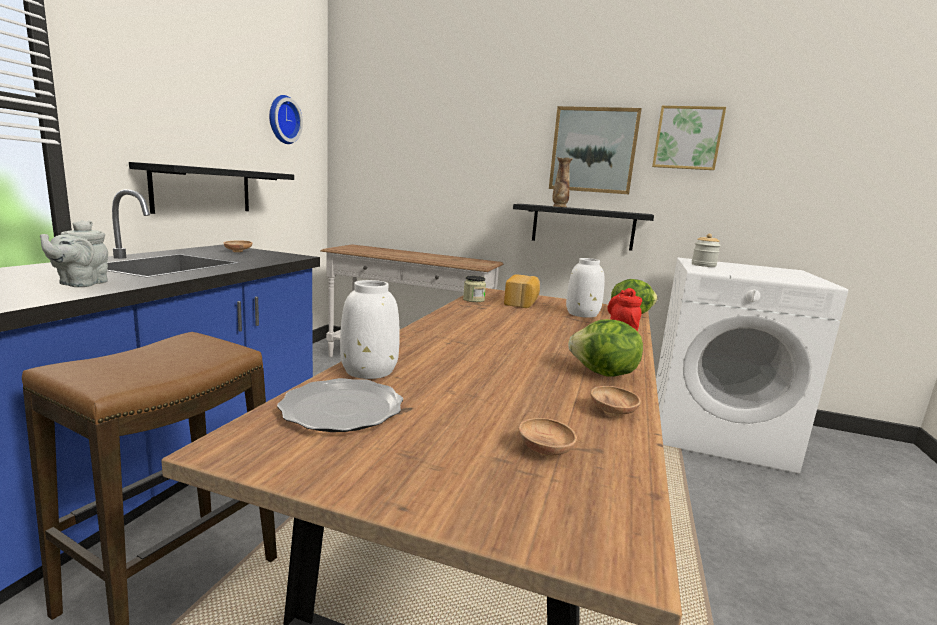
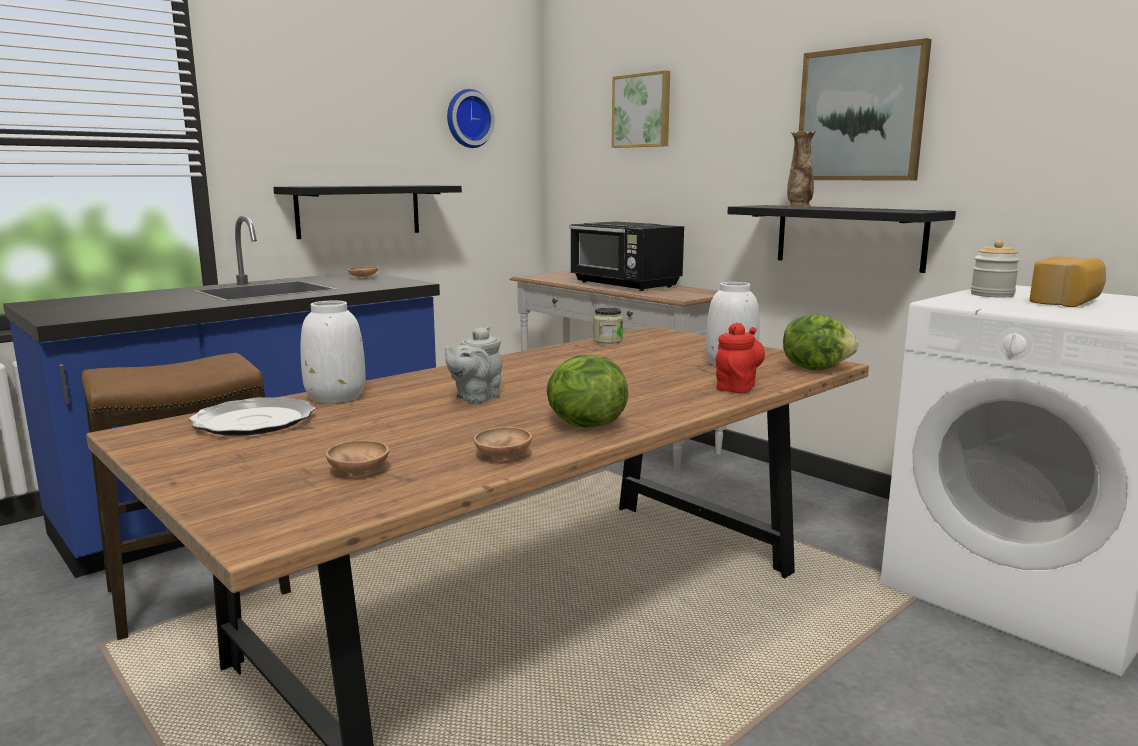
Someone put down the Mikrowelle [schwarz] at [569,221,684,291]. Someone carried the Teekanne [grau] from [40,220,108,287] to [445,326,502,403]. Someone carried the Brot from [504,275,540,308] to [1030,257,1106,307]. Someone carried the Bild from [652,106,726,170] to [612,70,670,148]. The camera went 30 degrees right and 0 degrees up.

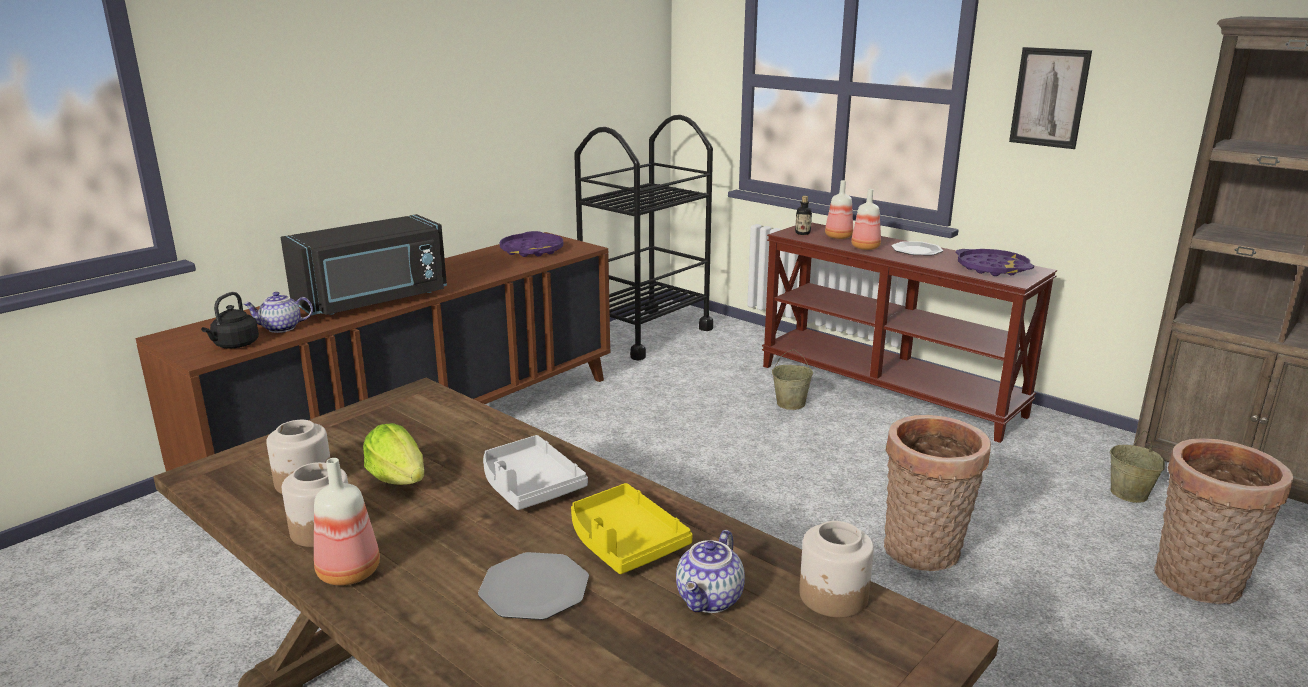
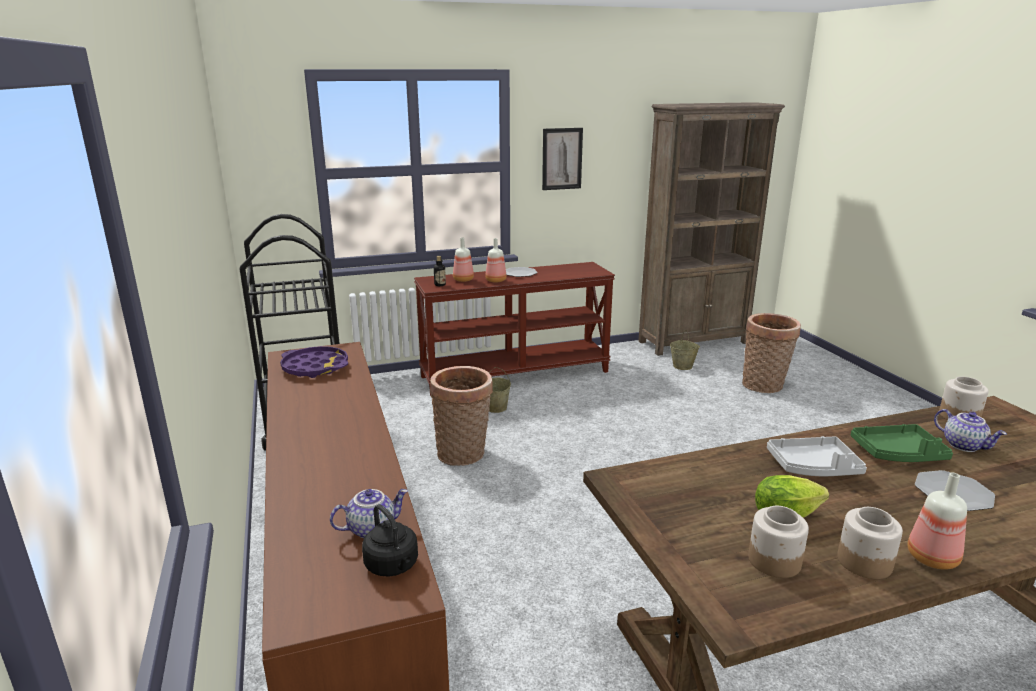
Someone took away the Mikrowelle [schwarz] at [281,214,447,315]. Someone took away the Tablett [lila] at [956,249,1034,276]. Someone carried the Korb from [884,415,991,571] to [430,366,493,466]. Someone repainted the Tablett [gelb] at [571,483,693,574], which became the Tablett [grün] at [851,424,953,462]. Someone rotated the Teekanne at [243,292,313,333] by 135 degrees counterclockwise. The camera went 60 degrees left and 0 degrees up.

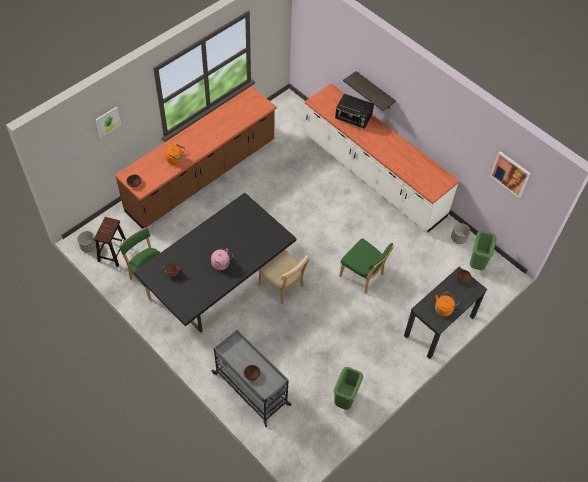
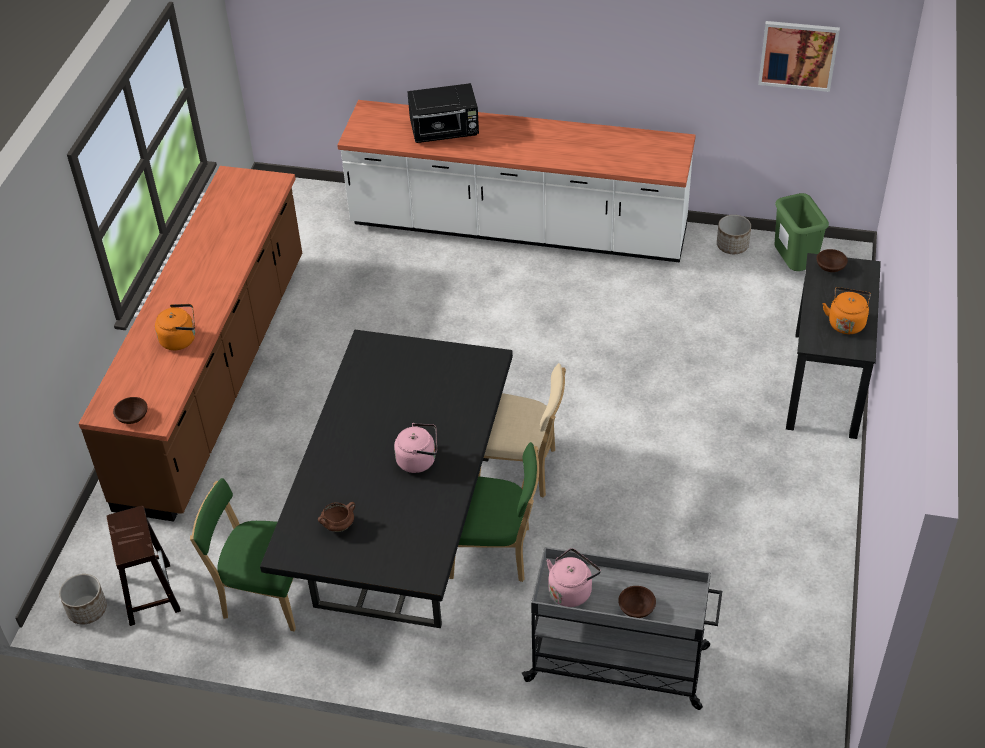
Someone took away the Bild at [96,107,121,137]. Someone took away the Mülleimer [grün] at [334,367,363,410]. Someone took away the Wandregal at [343,71,396,111]. Someone put down the Wasserkessel [rosa] at [546,548,601,607]. Someone carried the Stuhl [grün] from [339,238,394,294] to [449,442,539,582]. The camera went 30 degrees left and 10 degrees down.

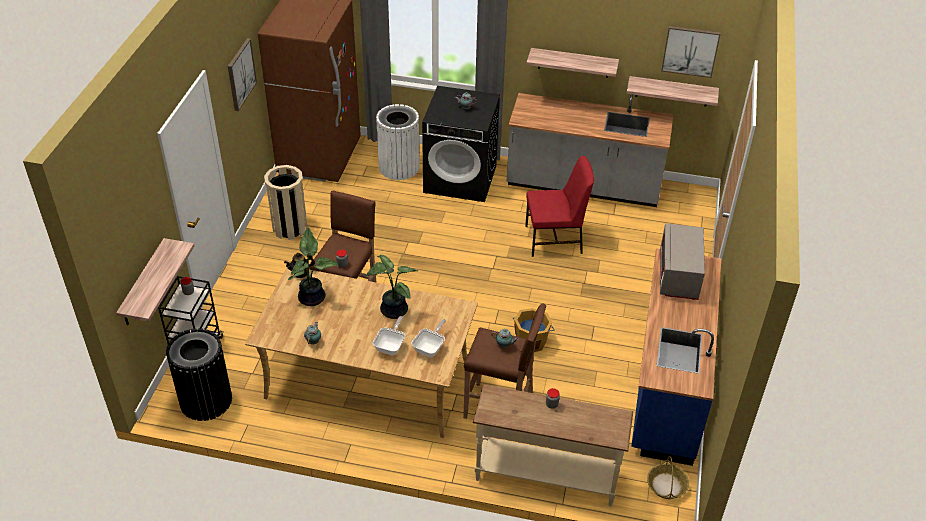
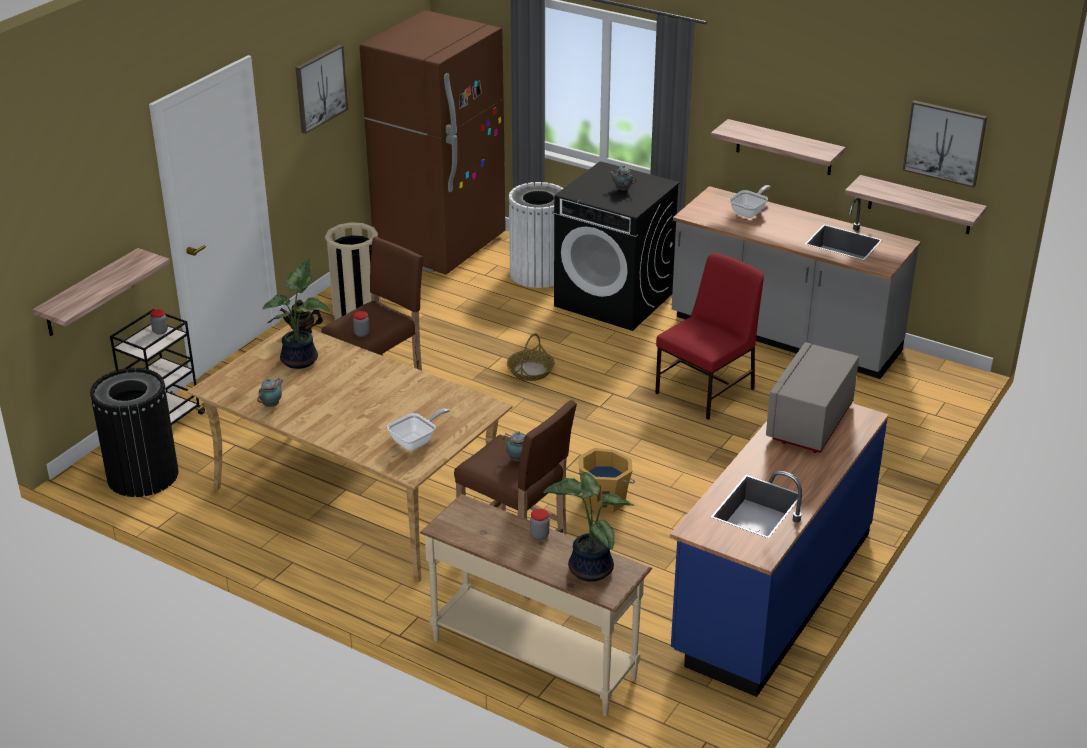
Someone carried the Topfpflanze from [366,255,419,319] to [543,472,635,582]. Someone carried the Pfanne from [373,316,405,355] to [729,185,771,218]. Someone carried the Korb from [647,456,689,499] to [507,333,555,381]. Someone rotated the Stuhl [rot] at [525,156,594,257] by 60 degrees counterclockwise. The camera went 20 degrees right and 10 degrees down.

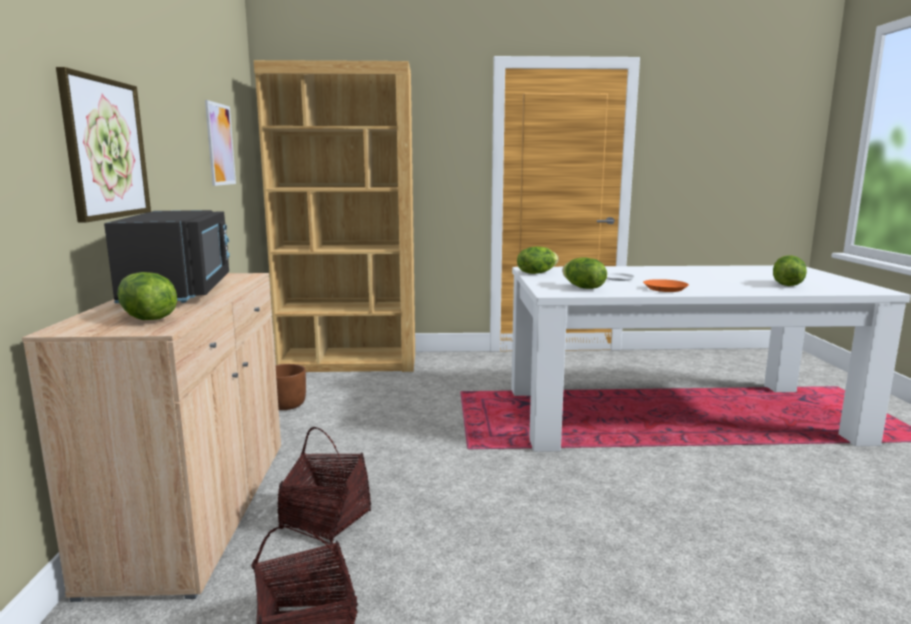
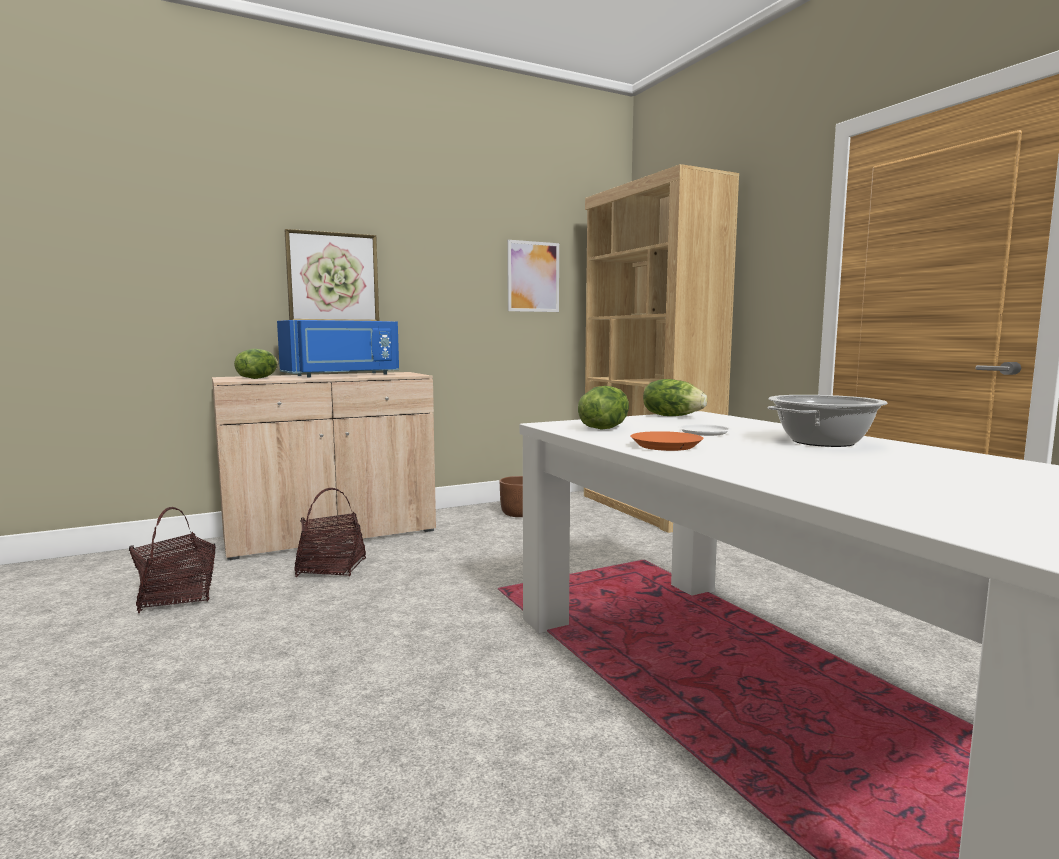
Someone took away the Salatkopf at [773,255,807,286]. Someone put down the Kochtopf at [768,395,888,447]. Someone repainted the Mikrowelle [schwarz] at [104,210,230,303], which became the Mikrowelle [blau] at [277,320,399,378]. The camera went 65 degrees right and 5 degrees down.

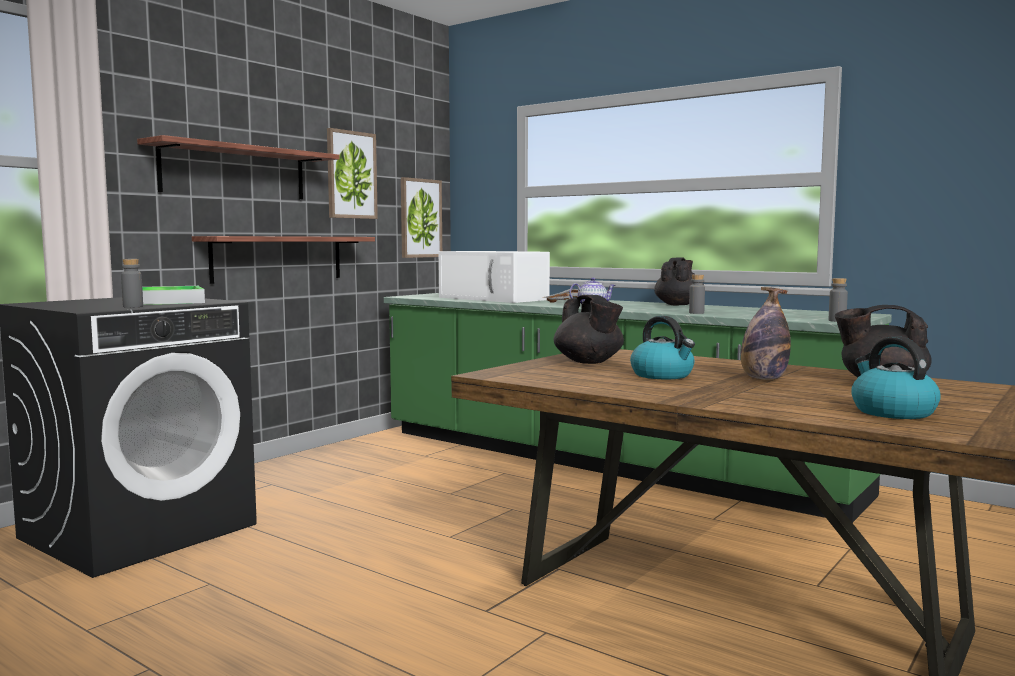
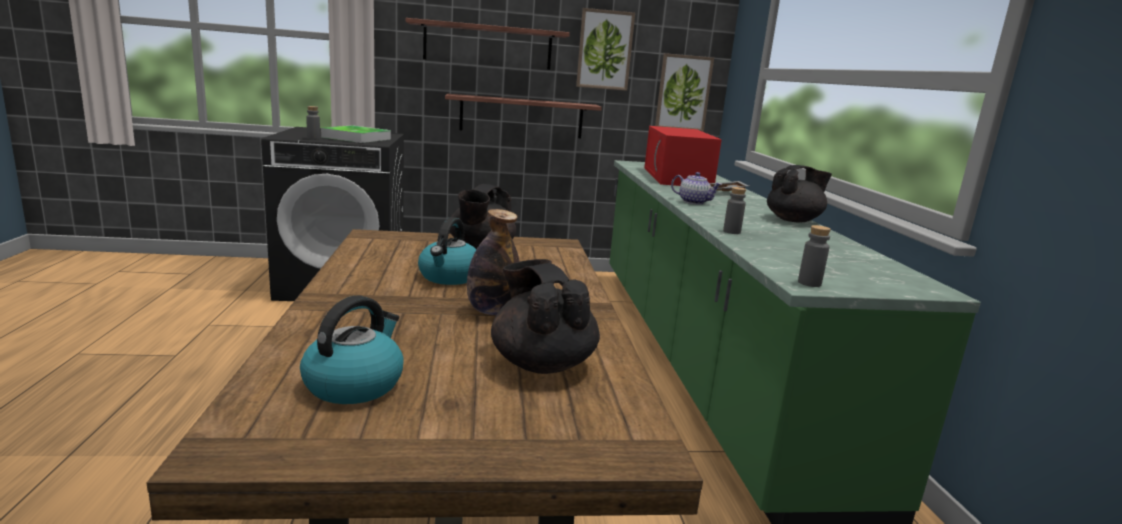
Someone repainted the Mikrowelle [weiß] at [438,251,550,303], which became the Mikrowelle [rot] at [644,126,722,186]. The camera went 45 degrees right and 10 degrees up.

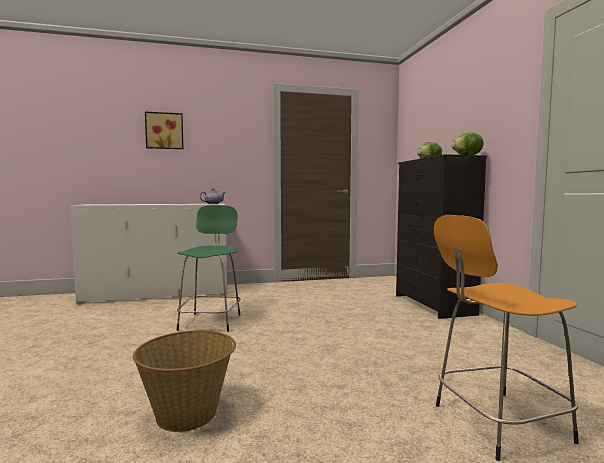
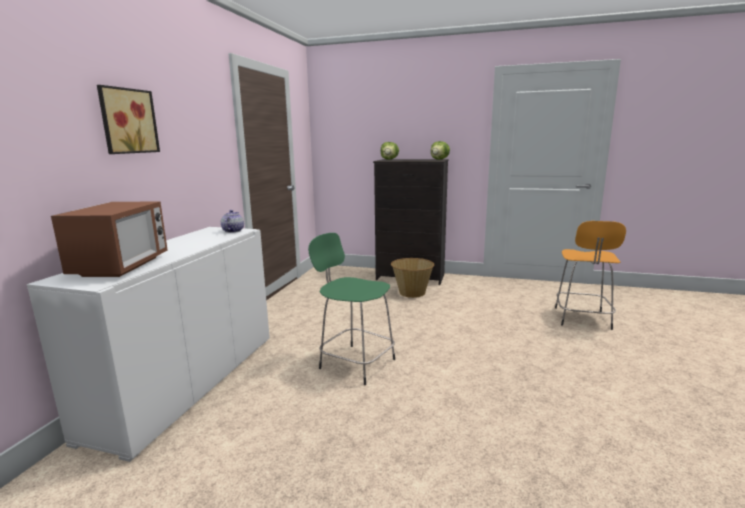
Someone put down the Mikrowelle at [51,201,168,277]. Someone carried the Korb from [133,330,236,432] to [391,258,434,298]. The camera went 60 degrees left and 10 degrees up.

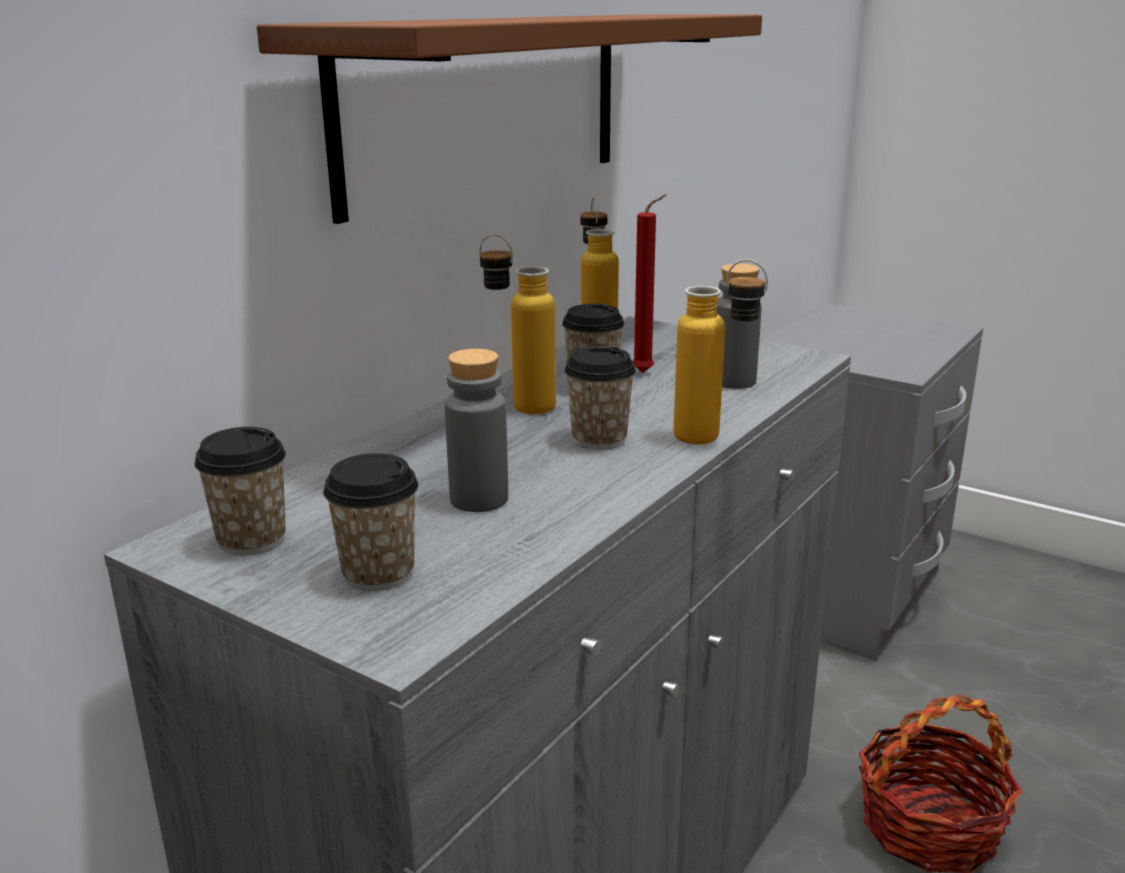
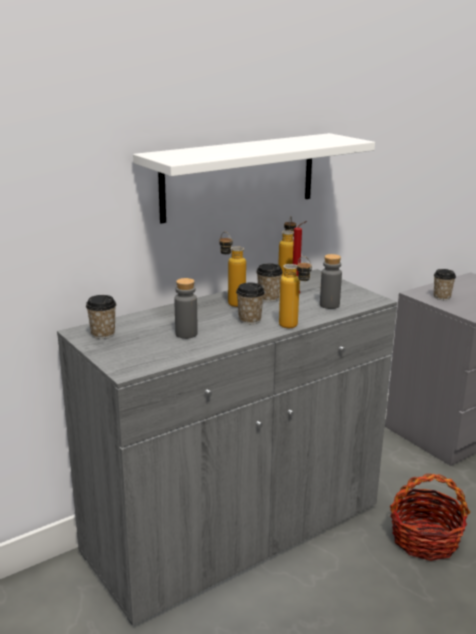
Someone carried the Tasse from [323,453,418,591] to [434,269,456,300]. Someone repainted the Wandregal [braun] at [257,15,762,224], which became the Wandregal [weiß] at [133,133,375,224]. The camera went 20 degrees right and 0 degrees up.

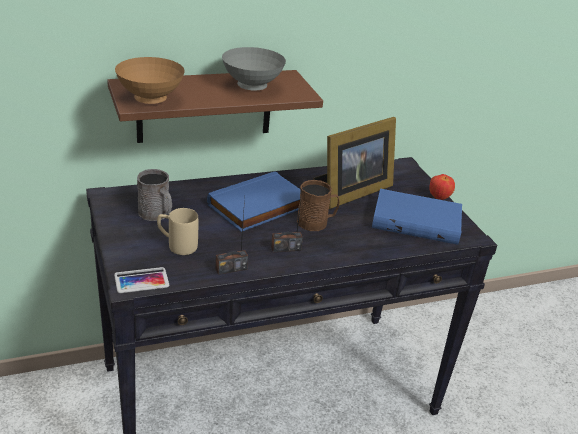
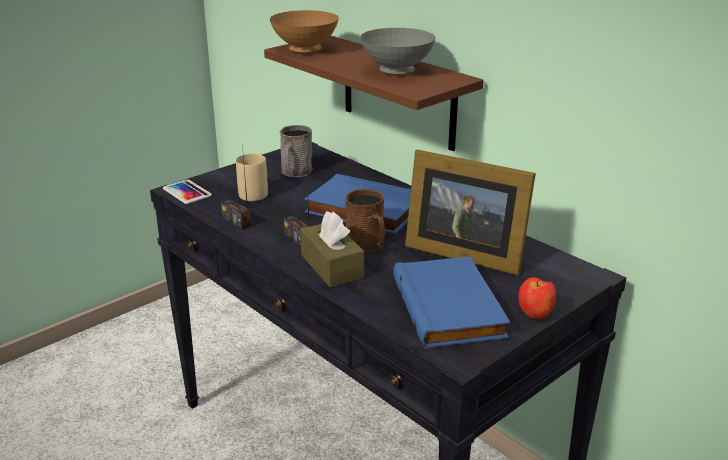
Someone put down the Taschentuchbox [braun] at [300,211,364,287]. The camera went 70 degrees right and 5 degrees down.

